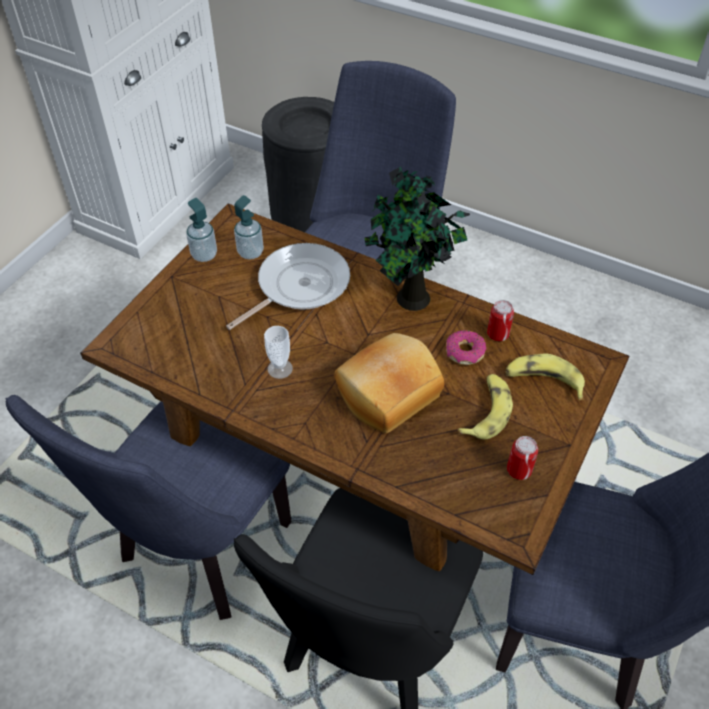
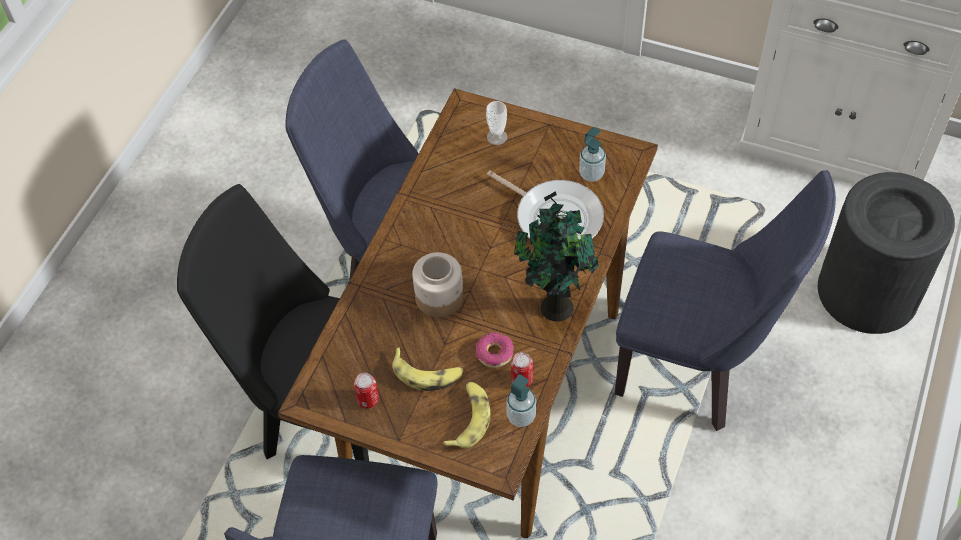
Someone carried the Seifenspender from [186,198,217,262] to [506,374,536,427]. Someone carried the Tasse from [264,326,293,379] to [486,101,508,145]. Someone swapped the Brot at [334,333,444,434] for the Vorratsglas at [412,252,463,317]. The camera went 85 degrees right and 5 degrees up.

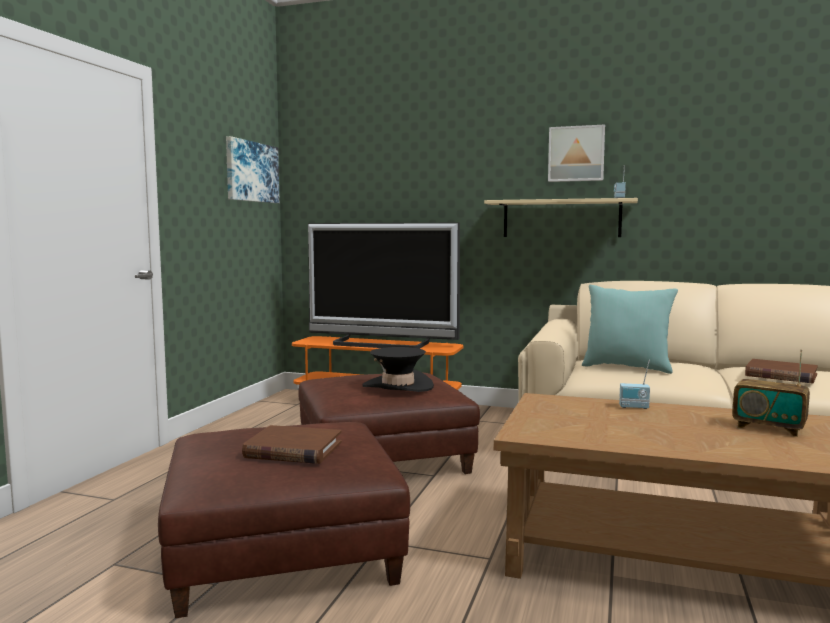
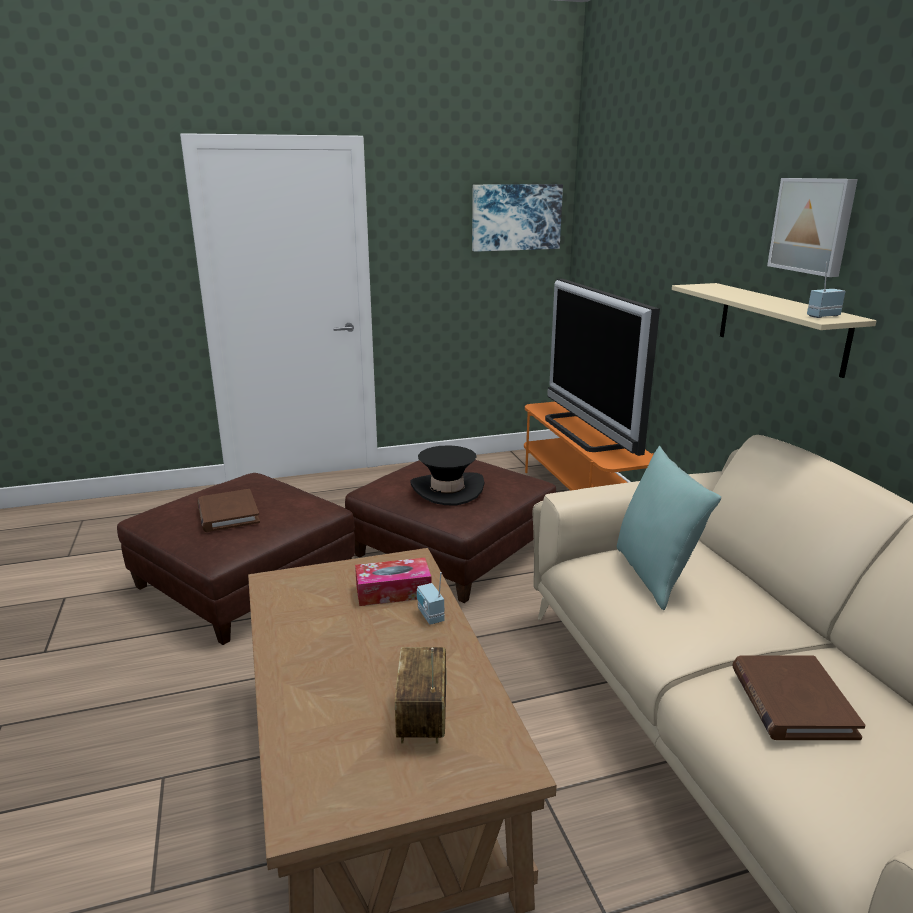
Someone put down the Taschentuchbox at [355,557,432,606]. The camera went 55 degrees right and 15 degrees up.

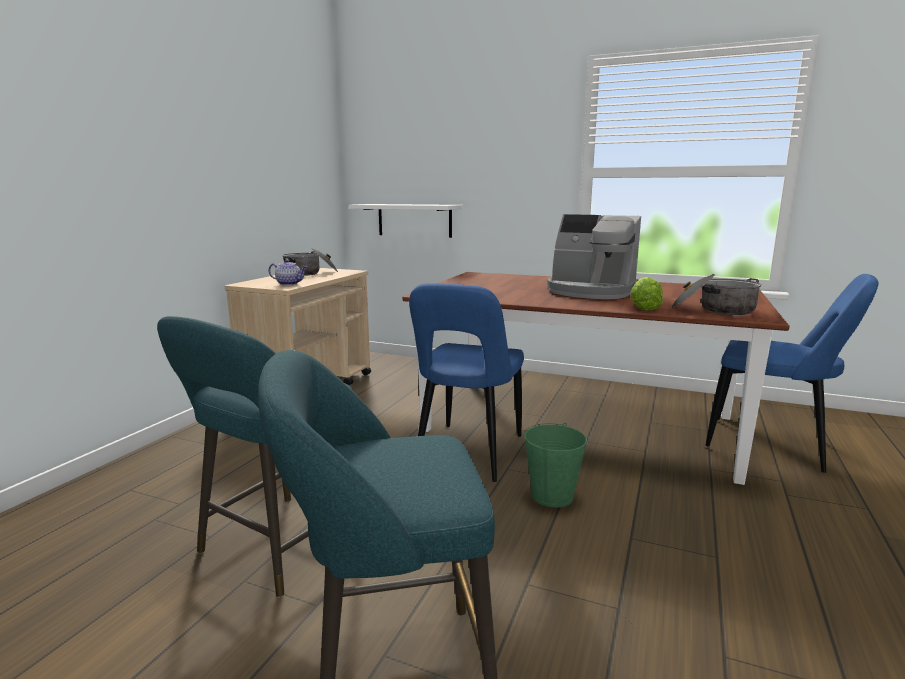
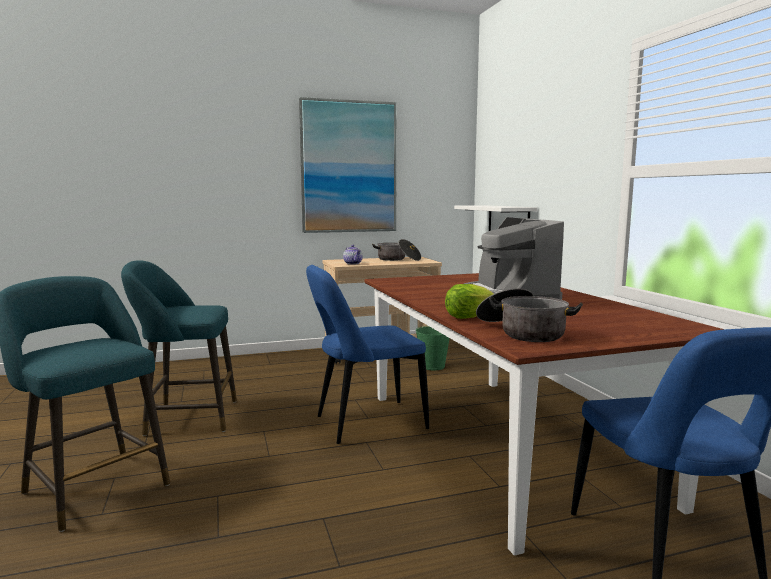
Someone put up the Bild at [299,97,397,233]. Someone carried the Eimer [grün] from [524,423,587,508] to [416,326,450,370]. The camera went 50 degrees right and 5 degrees down.

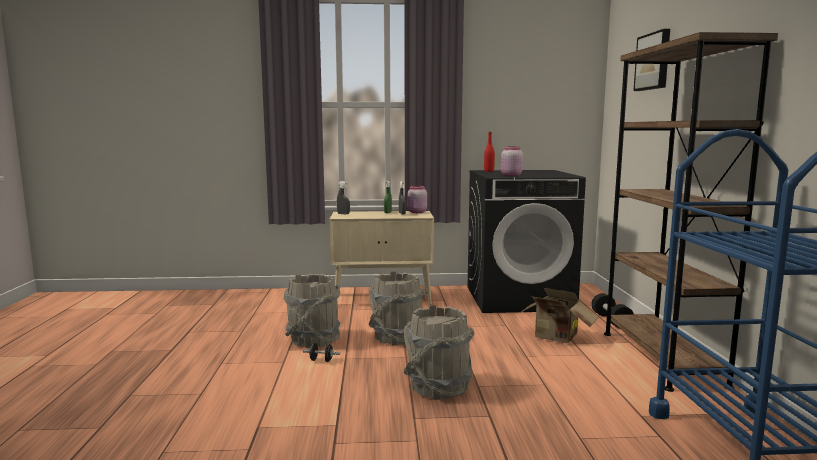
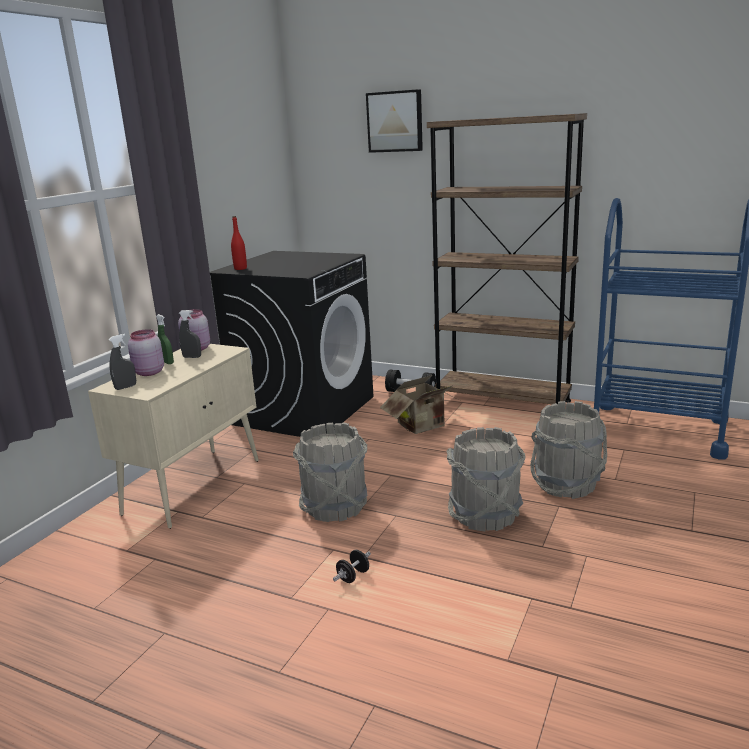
Someone carried the Eimer [grau] from [283,274,341,348] to [530,401,607,499]. Someone carried the Vorratsglas [rosa] from [501,147,523,176] to [128,329,164,376]. The camera went 60 degrees left and 10 degrees up.

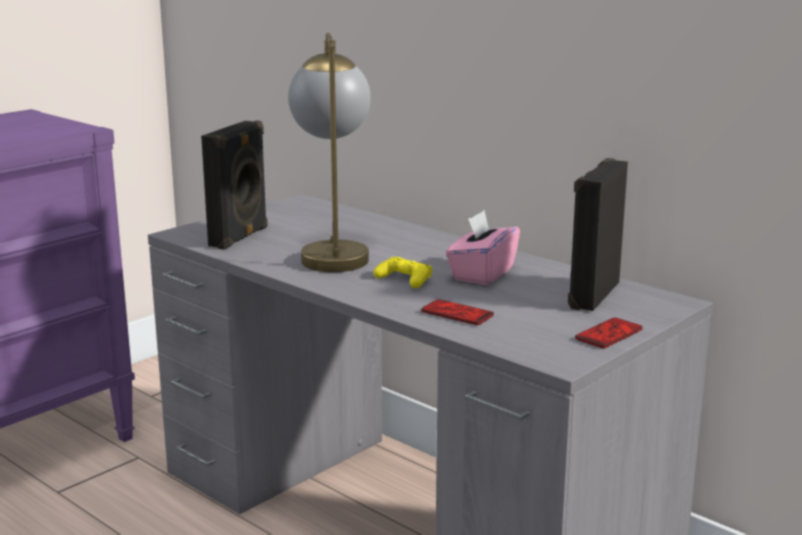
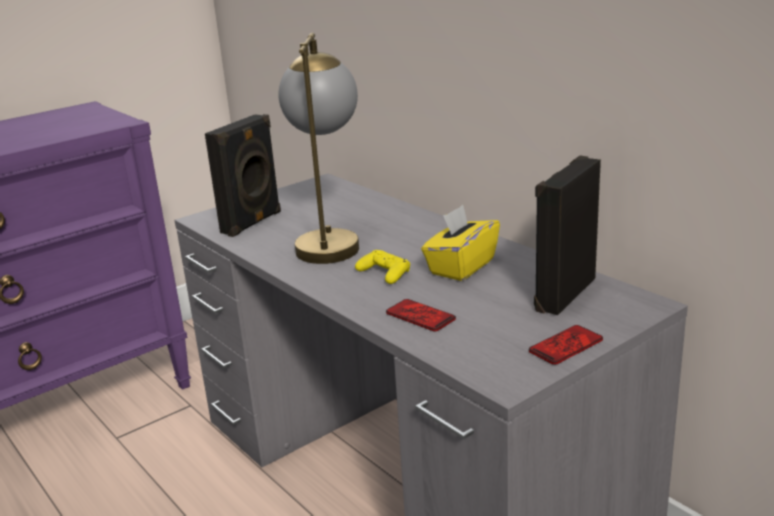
Someone repainted the Taschentuchbox [rosa] at [446,210,520,285], which became the Taschentuchbox [gelb] at [421,205,500,281]. The camera went 10 degrees right and 5 degrees up.

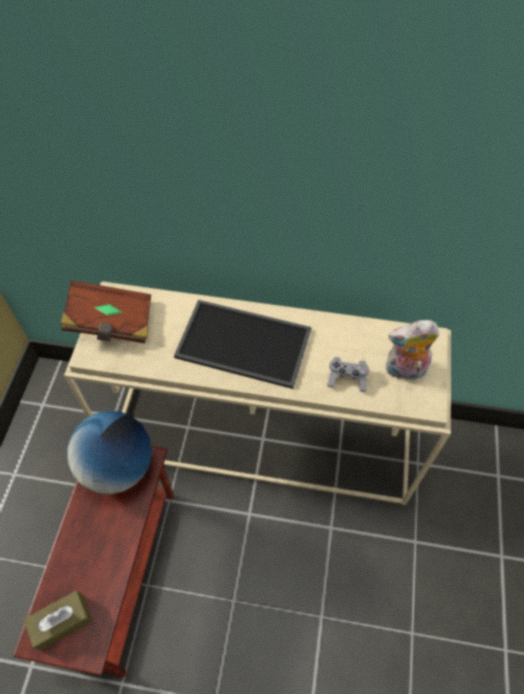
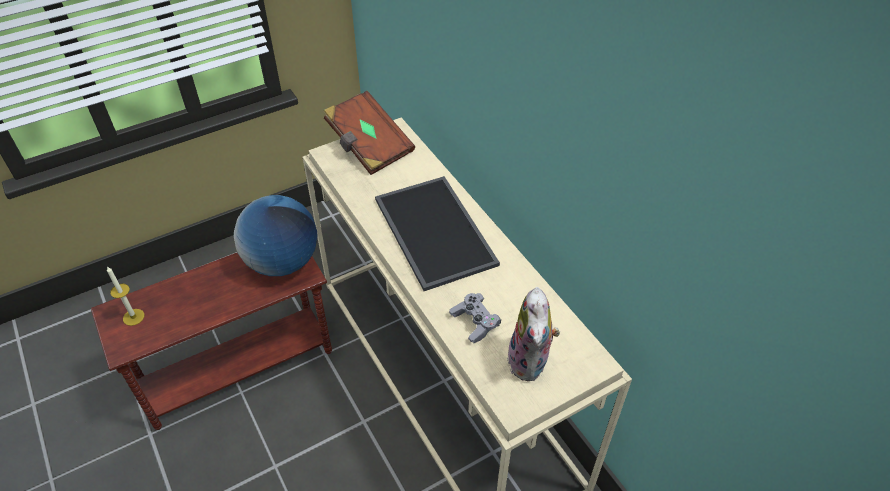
Someone swapped the Taschentuchbox [braun] at [24,590,93,651] for the Kerze at [107,266,144,326]. Someone rotated the Plüschtier at [386,320,439,383] by 135 degrees counterclockwise. The camera went 50 degrees right and 10 degrees down.

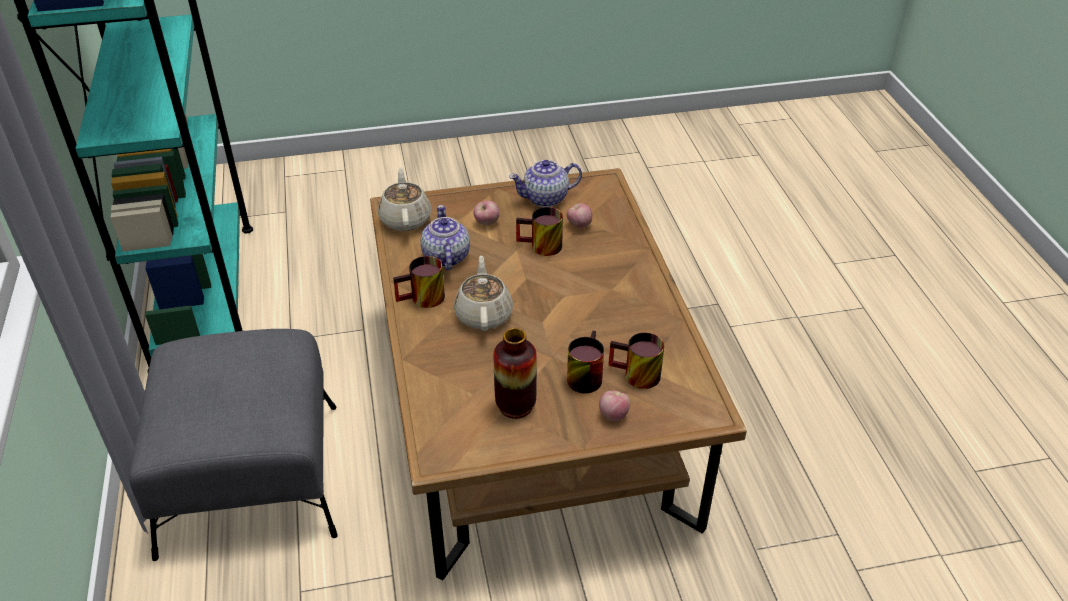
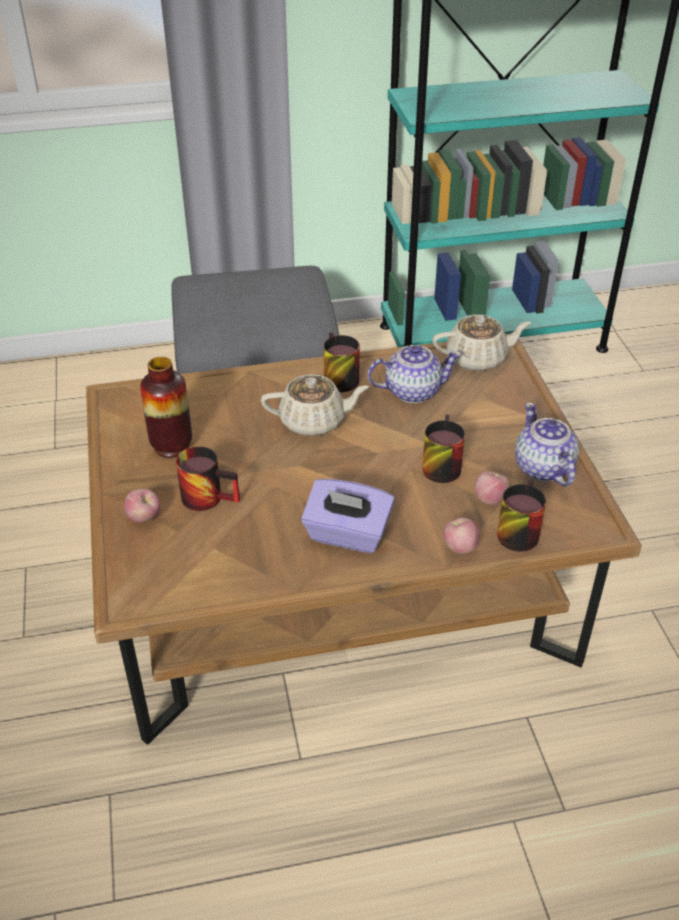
Someone put down the Taschentuchbox [lila] at [301,479,395,553]. Someone carried the Apfel from [474,200,499,225] to [443,518,480,554]. Someone carried the Henkelbecher from [608,332,664,389] to [497,477,546,551]. The camera went 90 degrees right and 0 degrees up.

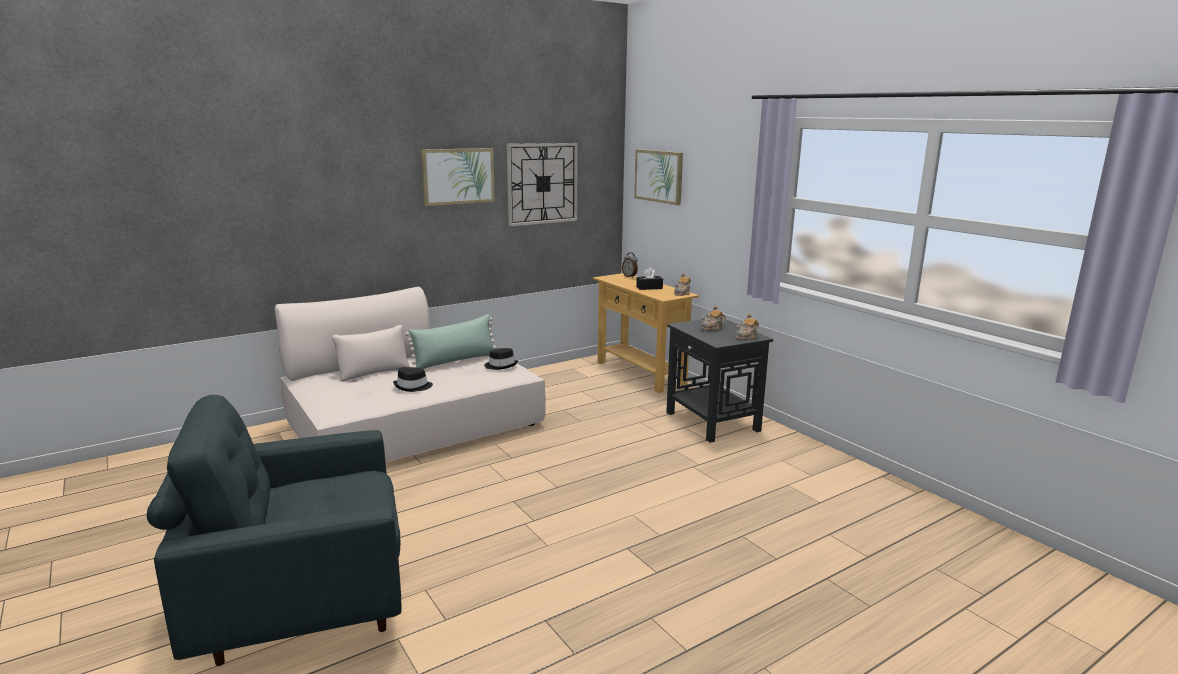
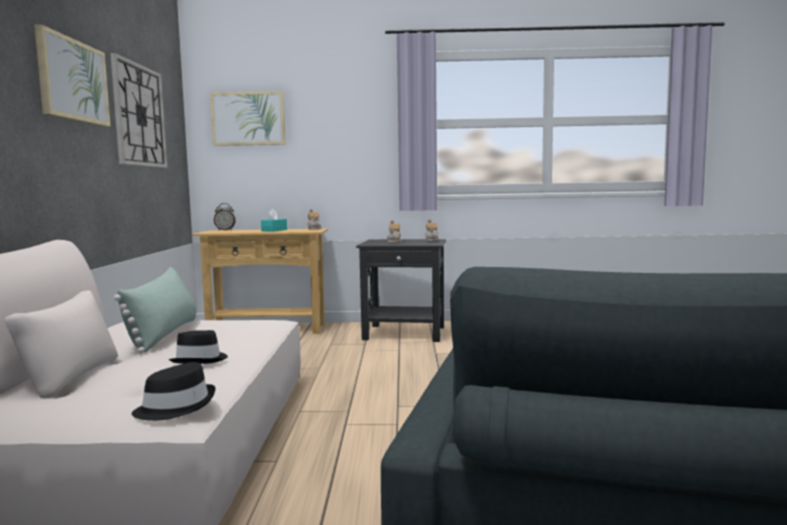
Someone carried the Hut [schwarz] from [484,348,518,370] to [132,362,216,421]. Someone repainted the Taschentuchbox [schwarz] at [636,268,663,290], which became the Taschentuchbox [türkis] at [261,209,287,232]. The camera went 55 degrees left and 10 degrees down.

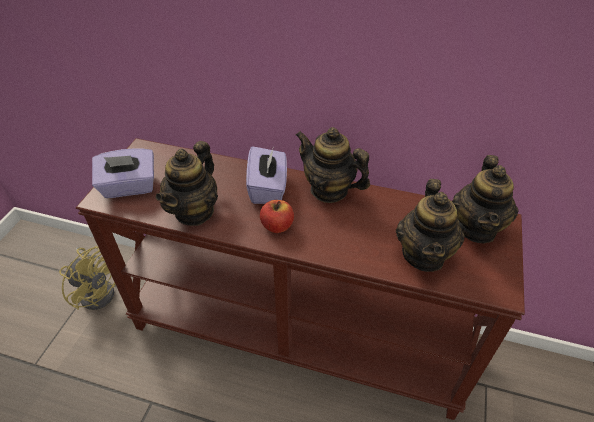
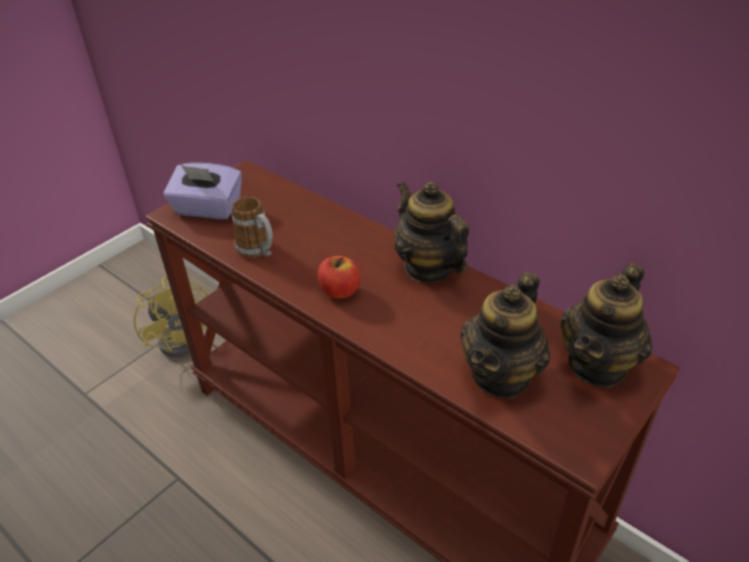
Someone took away the Taschentuchbox [lila] at [246,146,287,204]. Someone swapped the Teekanne at [156,141,218,226] for the Henkelbecher at [232,197,273,258]. The camera went 25 degrees right and 5 degrees down.

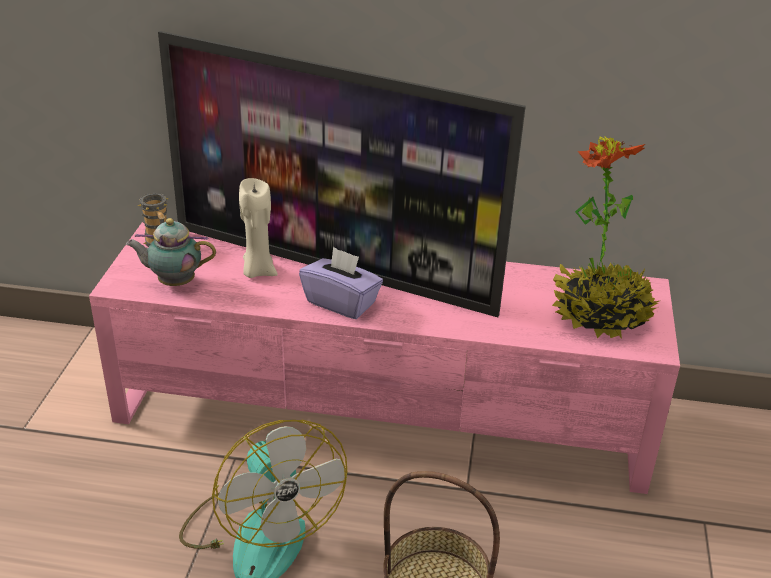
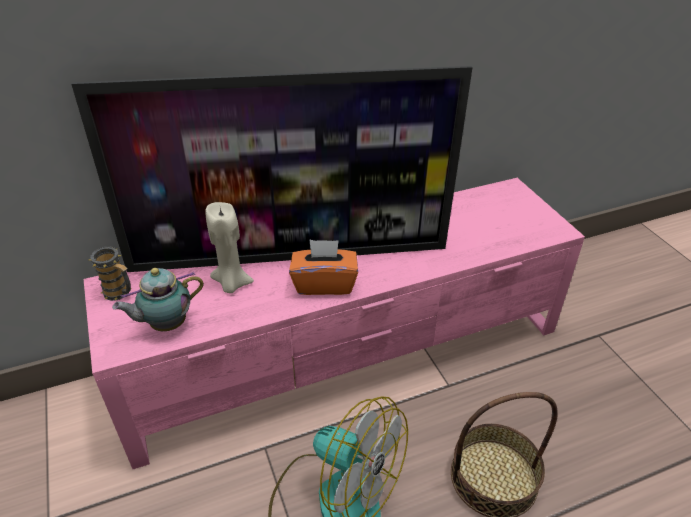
Someone took away the Topfpflanze at [552,136,659,339]. Someone repainted the Taschentuchbox [lila] at [299,247,383,319], which became the Taschentuchbox [orange] at [289,239,358,295]. The camera went 30 degrees left and 5 degrees up.

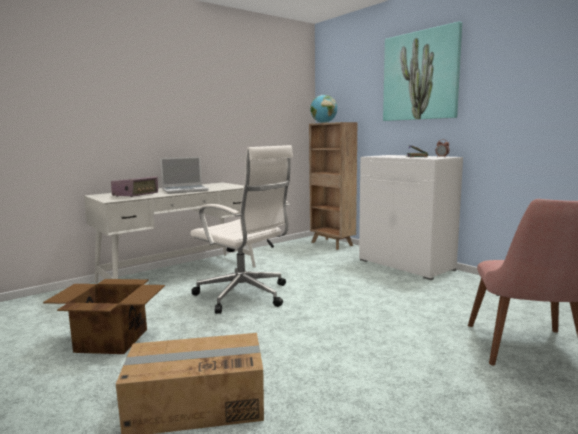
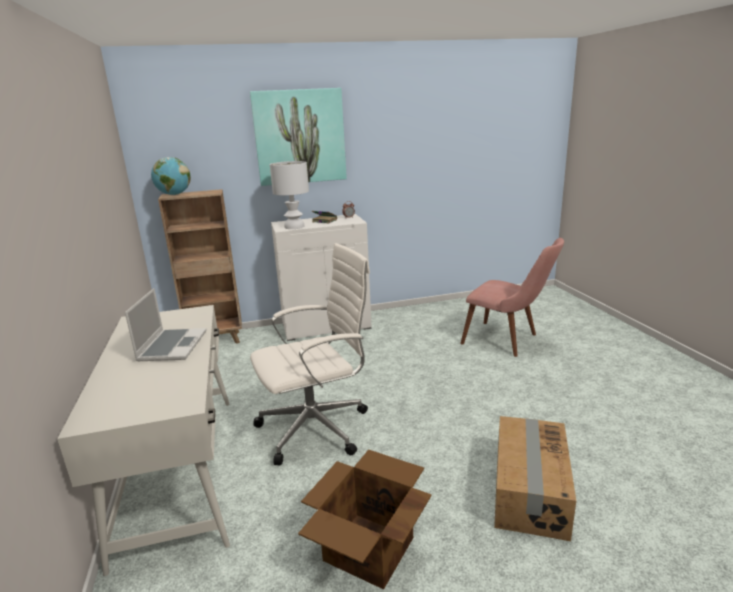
Someone took away the Radio at [111,176,158,197]. Someone put down the Tischlampe [weiß] at [270,161,309,229]. The camera went 65 degrees left and 10 degrees up.

